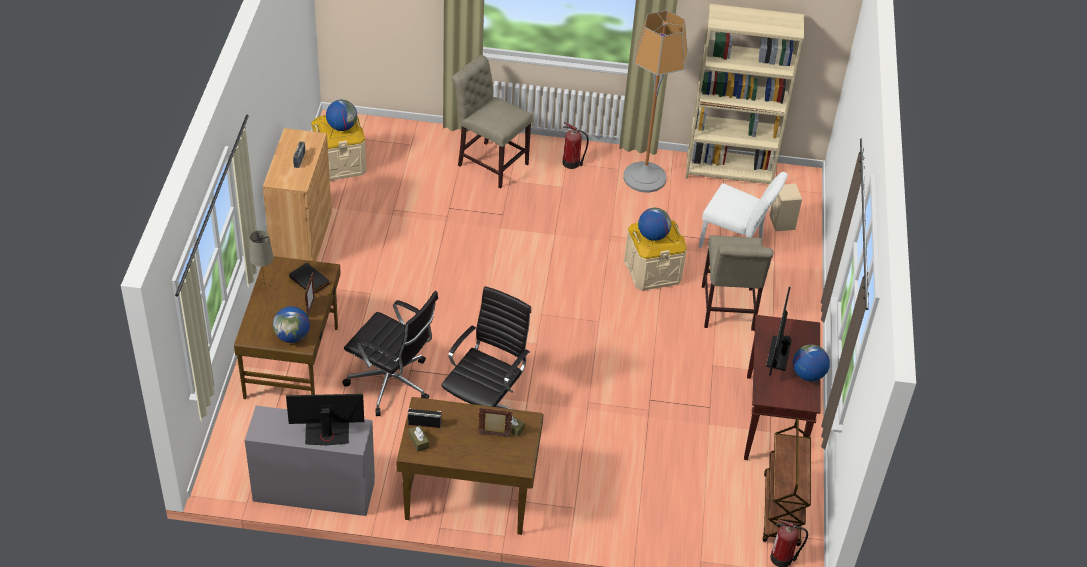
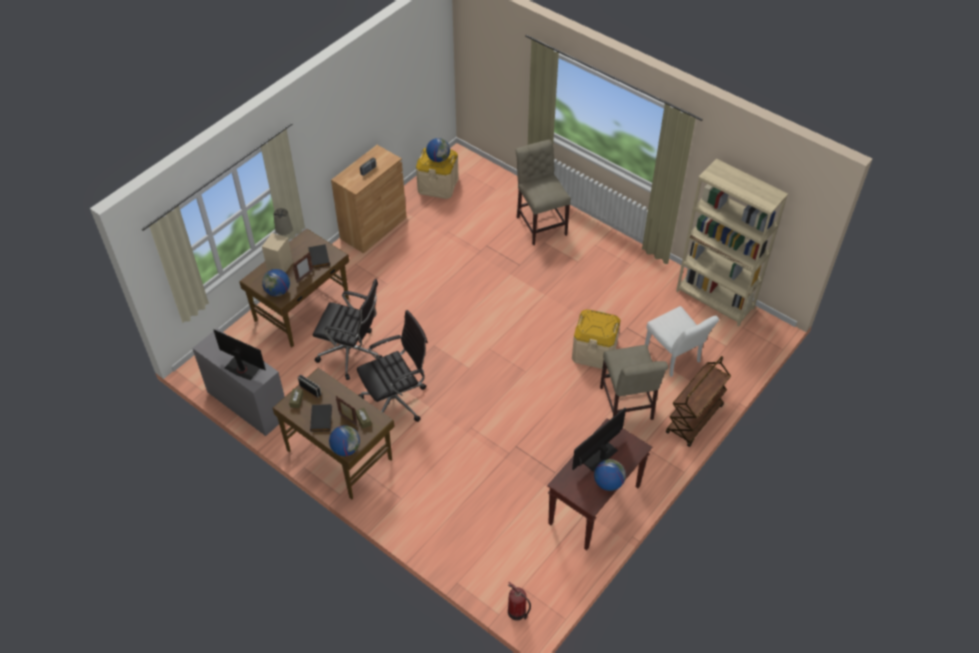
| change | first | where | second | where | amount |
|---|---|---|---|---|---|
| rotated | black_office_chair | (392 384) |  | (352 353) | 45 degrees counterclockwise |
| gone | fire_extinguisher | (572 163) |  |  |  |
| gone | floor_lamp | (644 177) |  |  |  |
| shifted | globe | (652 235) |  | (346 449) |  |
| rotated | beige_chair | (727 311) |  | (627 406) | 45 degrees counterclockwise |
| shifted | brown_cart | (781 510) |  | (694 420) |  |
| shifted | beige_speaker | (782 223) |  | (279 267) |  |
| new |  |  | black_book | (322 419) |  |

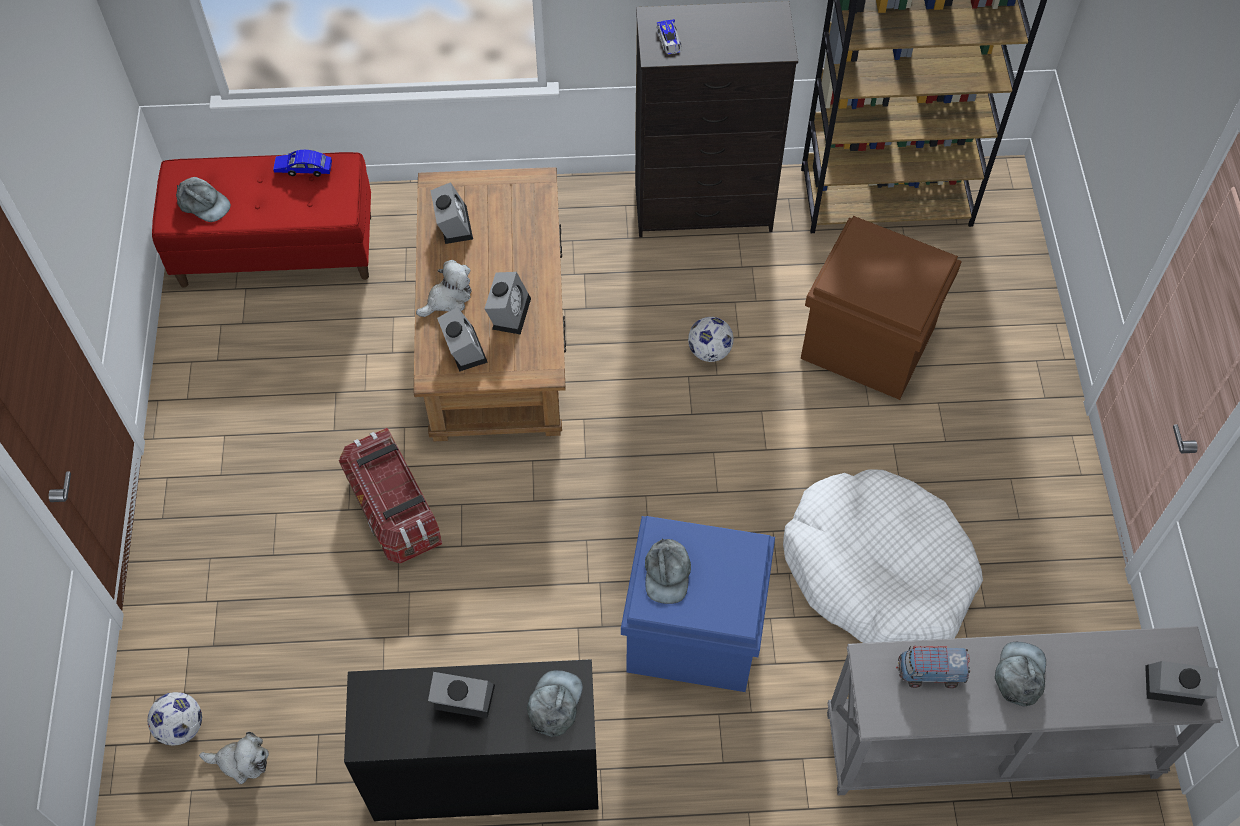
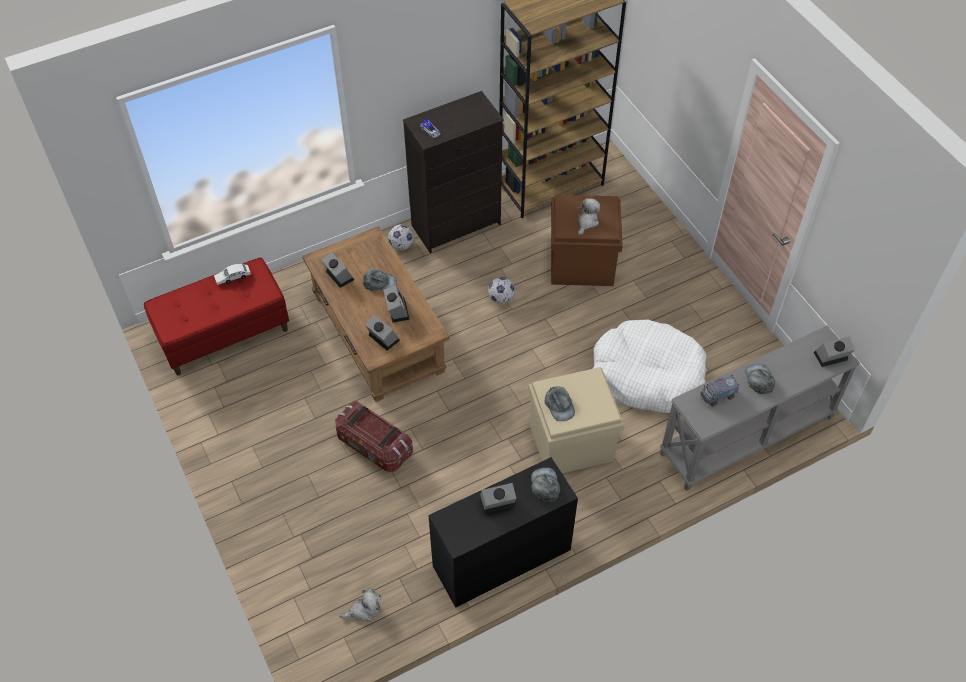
| change | first | where | second | where | amount |
|---|---|---|---|---|---|
| shifted | football | (181 727) |  | (401 245) |  |
| shifted | grey_cap | (203 204) |  | (379 283) |  |
| repainted | blue_toy_car | (303 169) | white_toy_car | (233 277) |  |
| shifted | plush_toy | (448 299) |  | (587 222) |  |
| repainted | blue_storage_box | (692 632) | beige_storage_box | (570 443) |  |

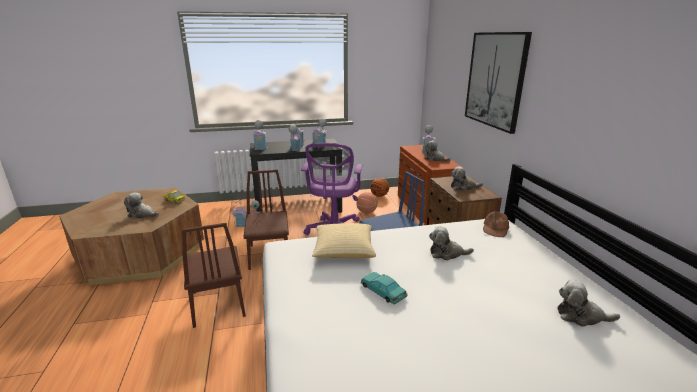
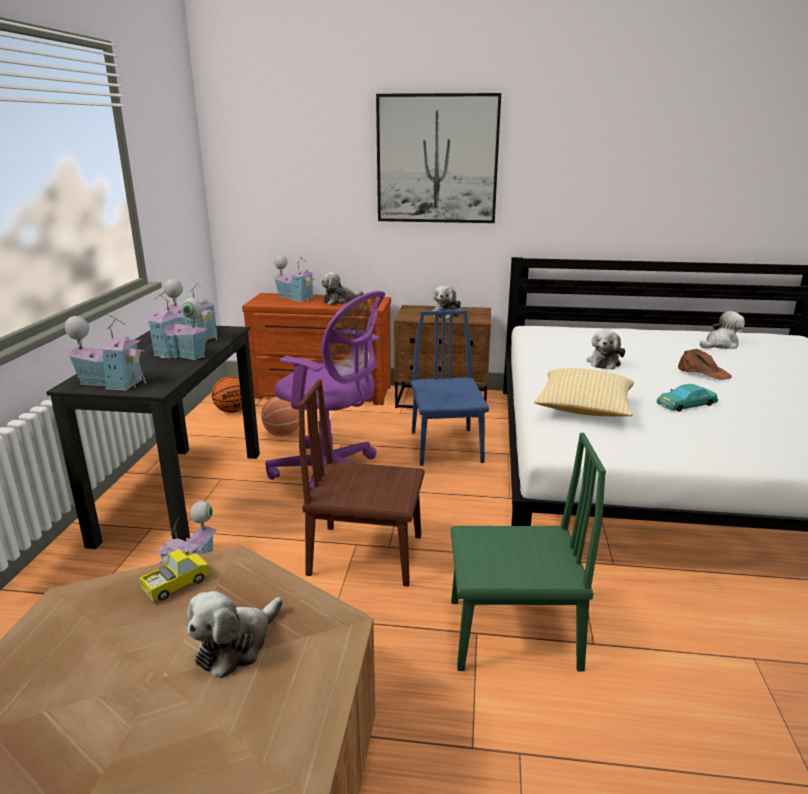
| change | first | where | second | where | amount |
|---|---|---|---|---|---|
| repainted | brown_chair | (218 303) | green_chair | (512 634) |  |
| shifted | brown_cap | (495 229) |  | (703 372) |  |
| rotated | plush_toy | (581 316) |  | (720 345) | 150 degrees counterclockwise |

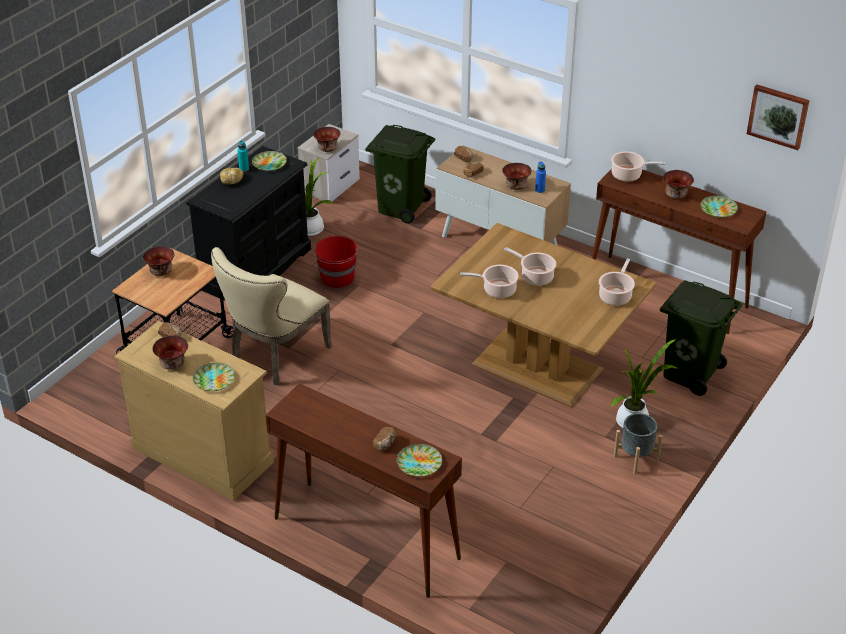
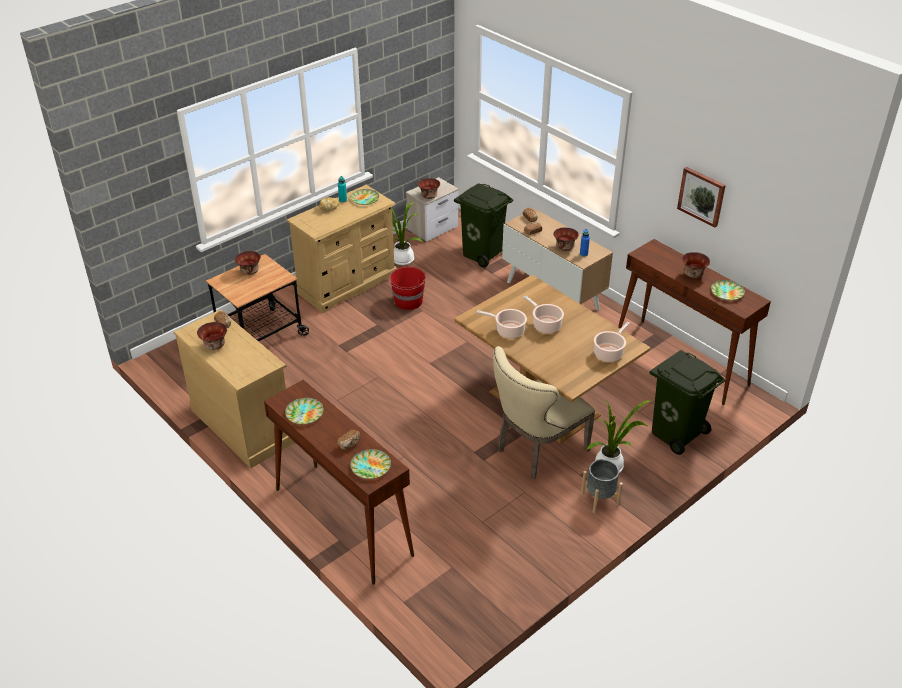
| change | first | where | second | where | amount |
|---|---|---|---|---|---|
| repainted | black_dresser | (256 269) | beige_dresser | (347 284) |  |
| shifted | plate | (213 379) |  | (304 413) |  |
| shifted | beige_chair | (275 357) |  | (537 451) |  |
| gone | cooking_pot | (628 175) |  |  |  |
| shifted | picture | (778 116) |  | (702 196) |  |

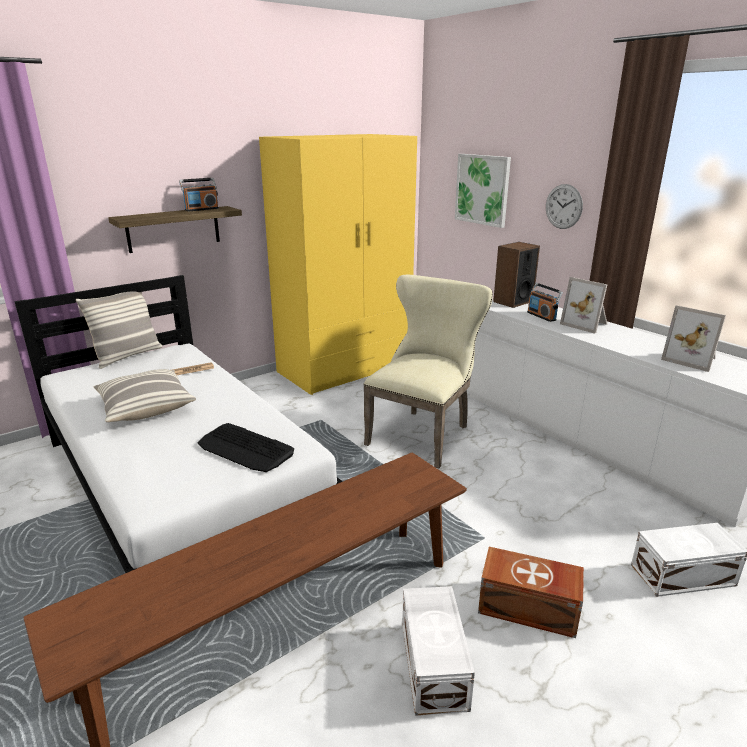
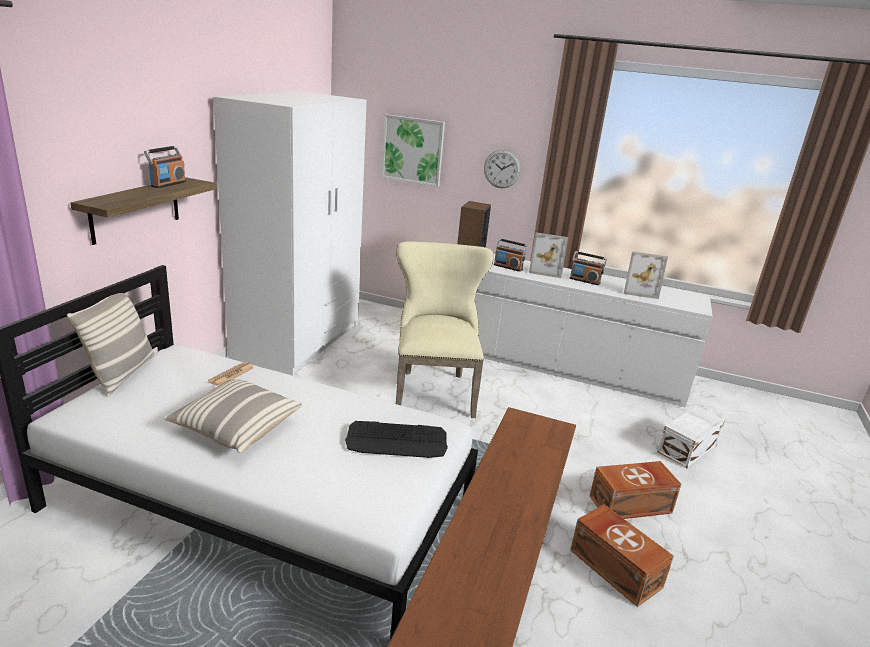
| change | first | where | second | where | amount |
|---|---|---|---|---|---|
| repainted | yellow_wardrobe | (345 368) | white_wardrobe | (298 340) |  |
| repainted | white_storage_box | (435 663) | brown_storage_box | (615 567) |  |
| new |  |  | radio | (584 281) |  |

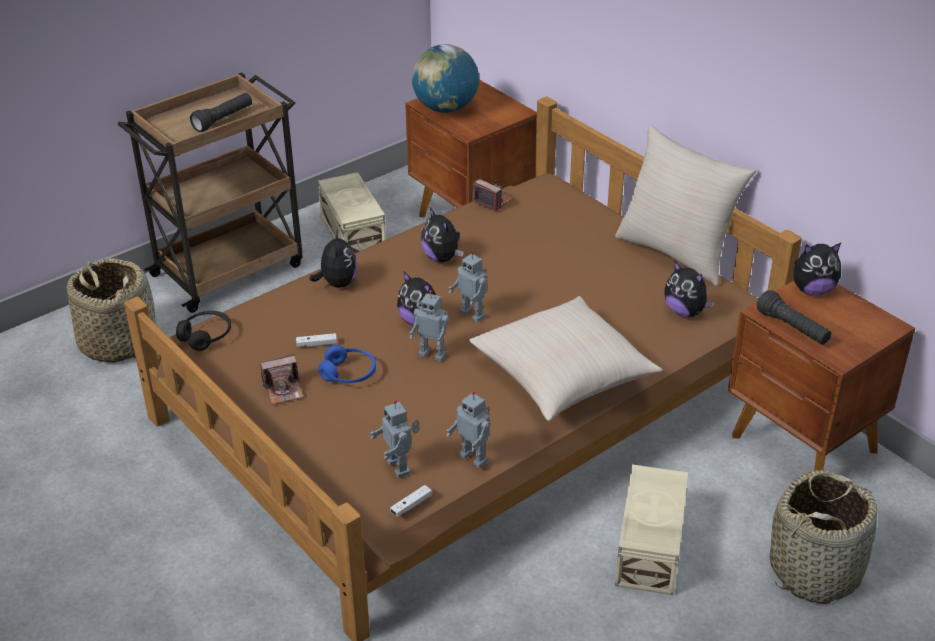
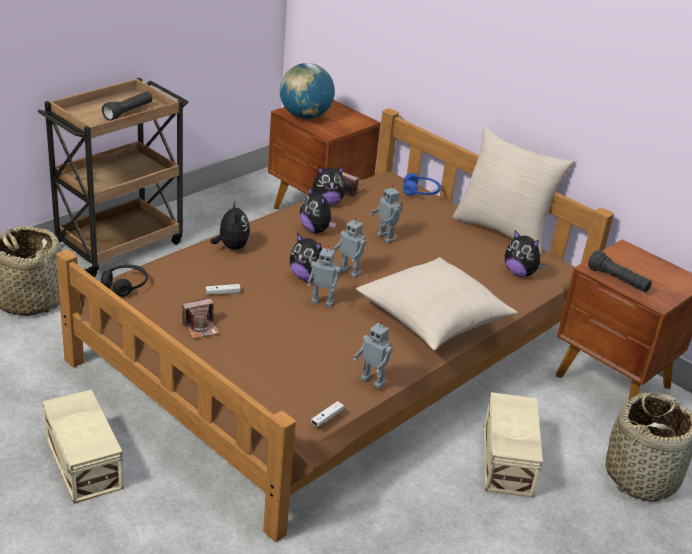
| change | first | where | second | where | amount |
|---|---|---|---|---|---|
| shifted | beige_storage_box | (354 231) |  | (85 461) |  |
| shifted | blue_headphones | (349 373) |  | (421 192) |  |
| shifted | toy_robot | (400 467) |  | (386 238) |  |
| shifted | plush_toy | (812 290) |  | (327 202) |  |

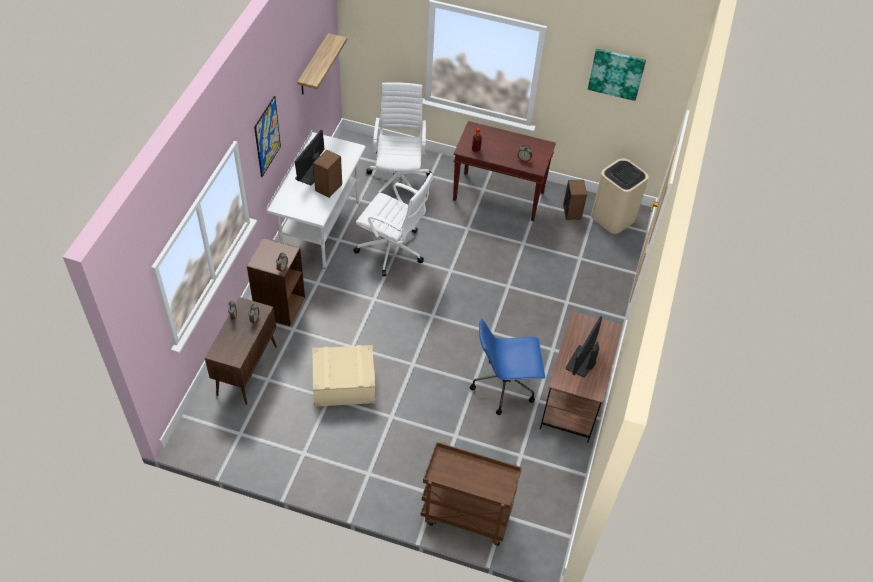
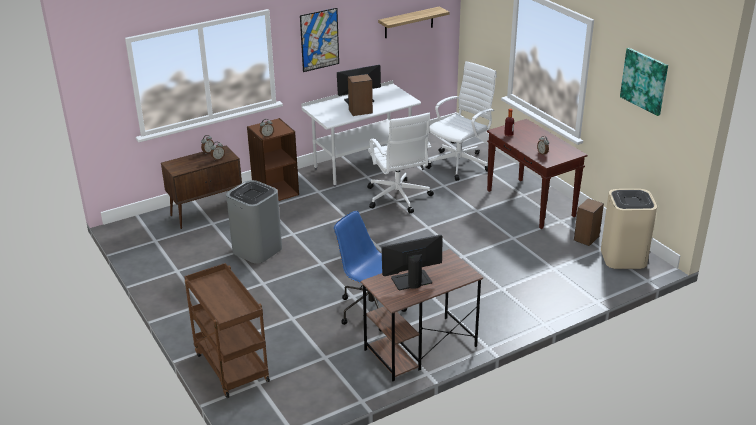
| change | first | where | second | where | amount |
|---|---|---|---|---|---|
| swapped | beige_storage_box | (344 384) | grey_trash_can | (256 250) |  |

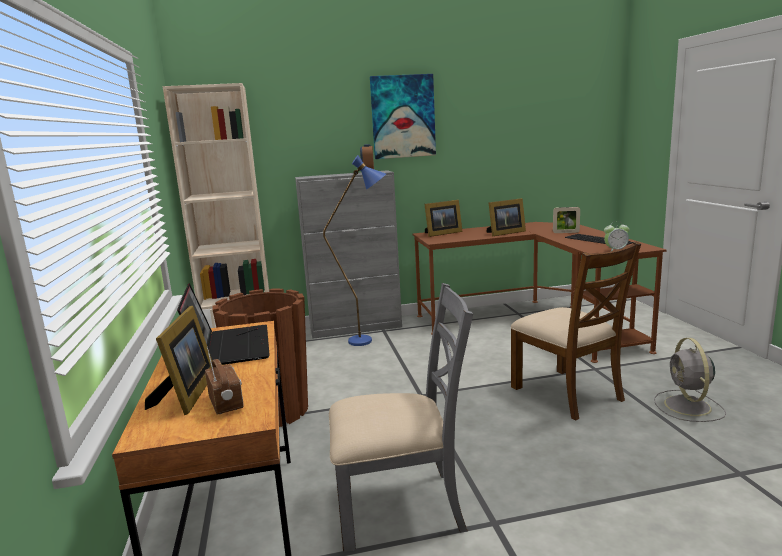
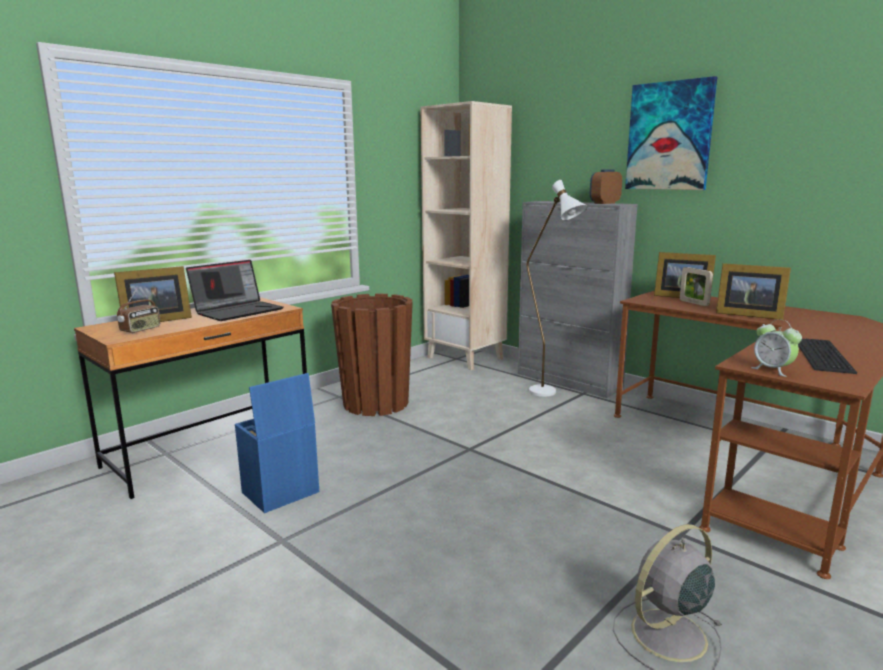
| change | first | where | second | where | amount |
|---|---|---|---|---|---|
| repainted | blue_floor_lamp | (369 340) | white_floor_lamp | (550 394) |  |
| swapped | grey_chair | (401 507) | blue_storage_box | (279 493) |  |
| gone | brown_chair | (568 393) |  |  |  |
| shifted | picture_frame | (566 232) |  | (694 303) |  |

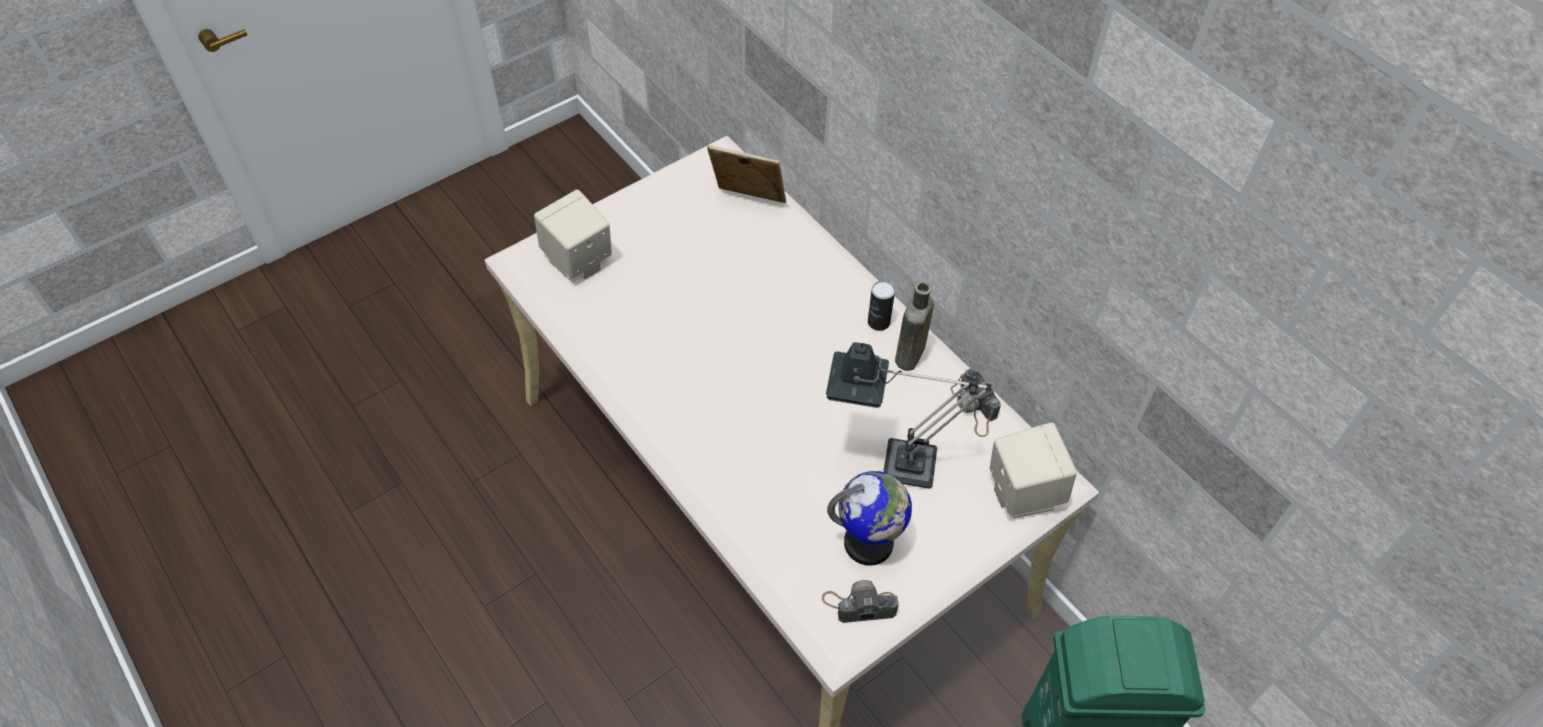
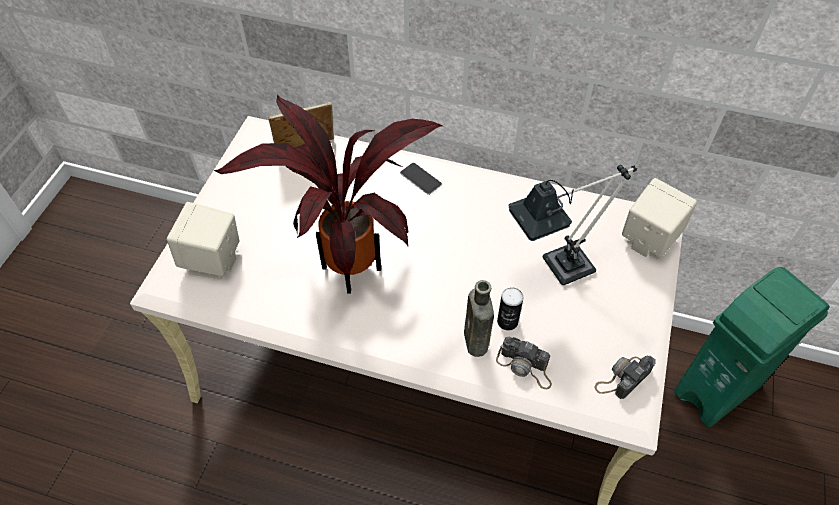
| change | first | where | second | where | amount |
|---|---|---|---|---|---|
| gone | globe | (869 543) |  |  |  |
| shifted | can | (878 322) |  | (507 321) |  |
| shifted | brown_bottle | (909 358) |  | (476 343) |  |
| shifted | photo_camera | (974 408) |  | (525 367) |  |
| new |  |  | potted_plant | (350 263) |  |
| new |  |  | phone | (420 178) |  |

